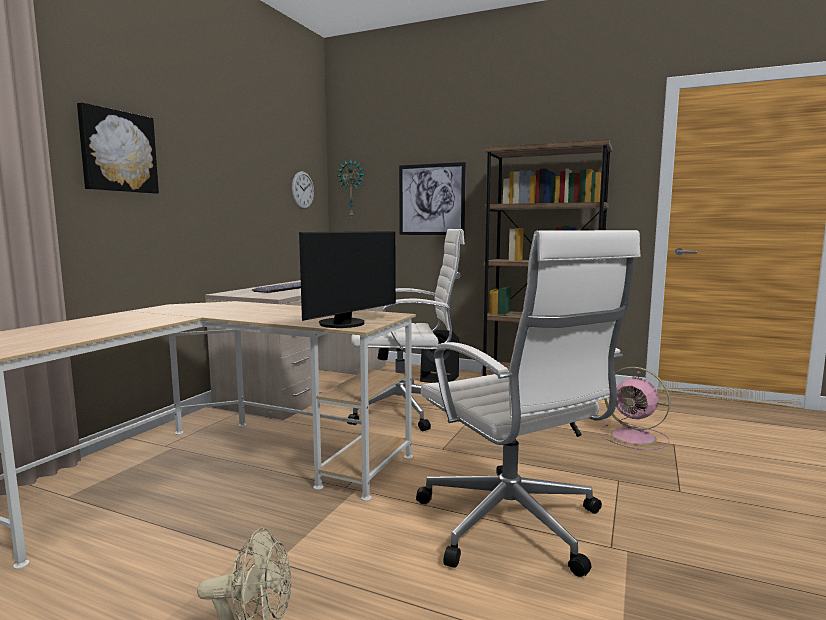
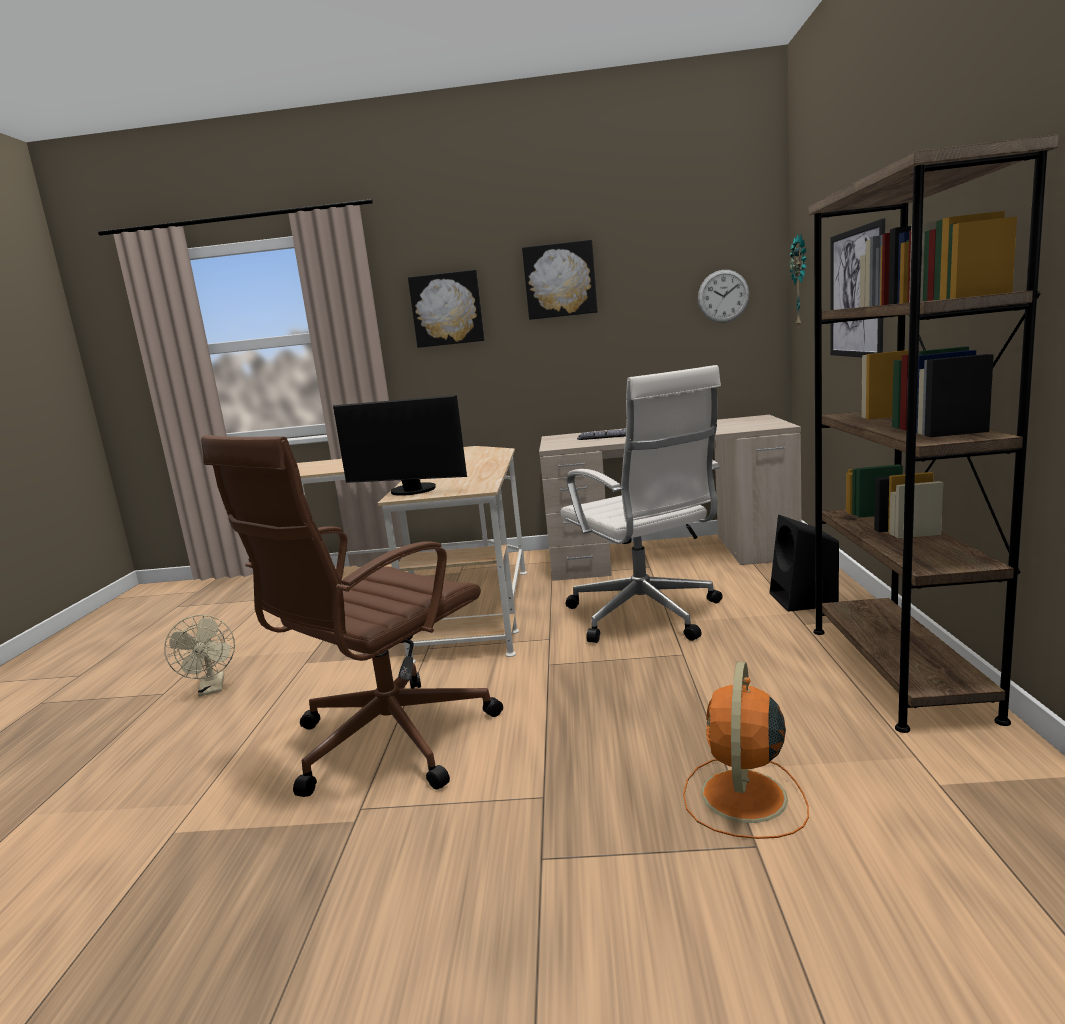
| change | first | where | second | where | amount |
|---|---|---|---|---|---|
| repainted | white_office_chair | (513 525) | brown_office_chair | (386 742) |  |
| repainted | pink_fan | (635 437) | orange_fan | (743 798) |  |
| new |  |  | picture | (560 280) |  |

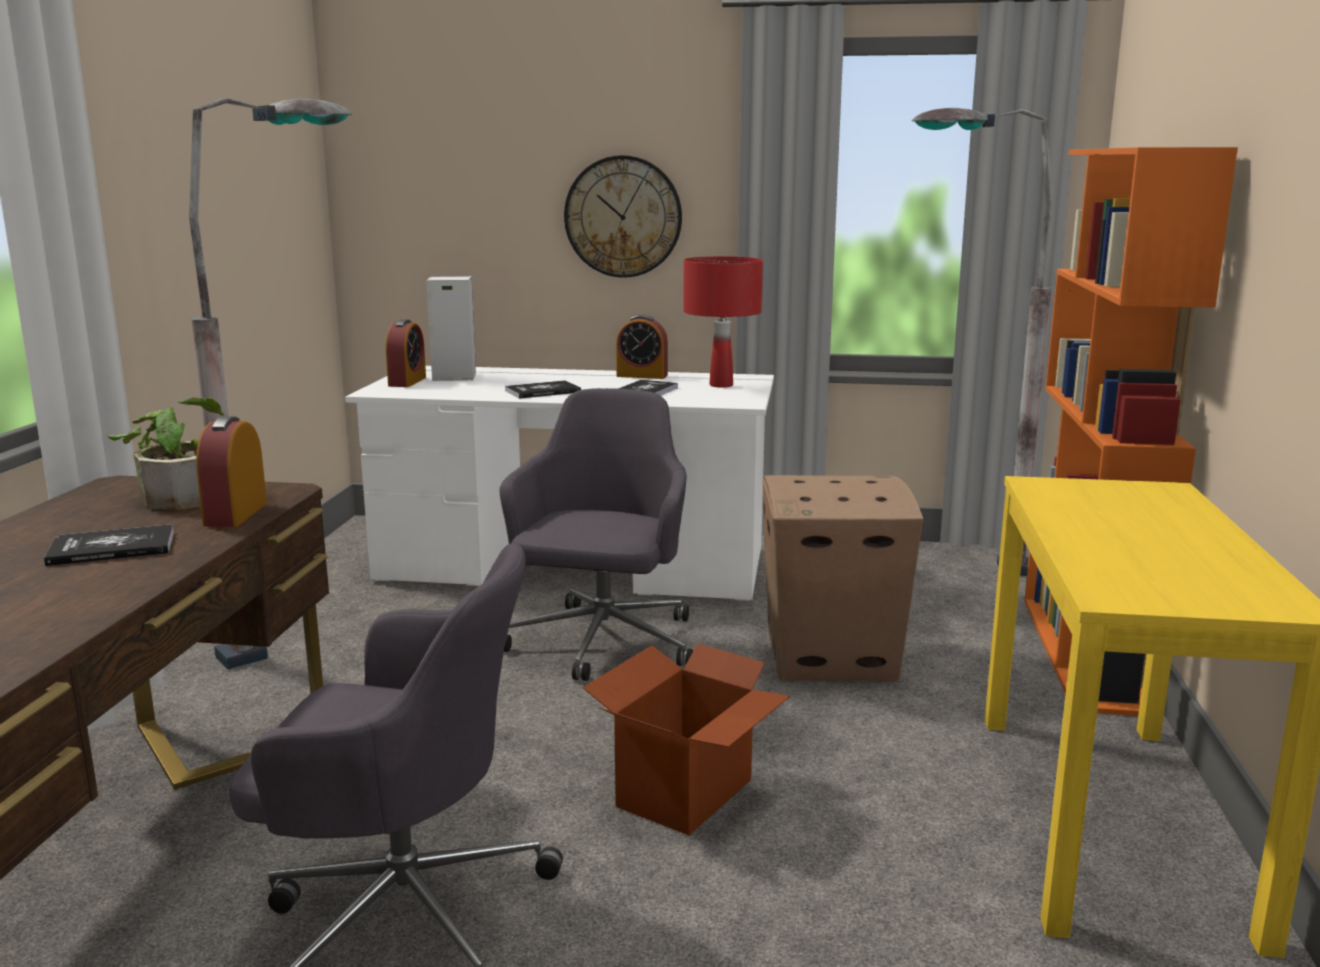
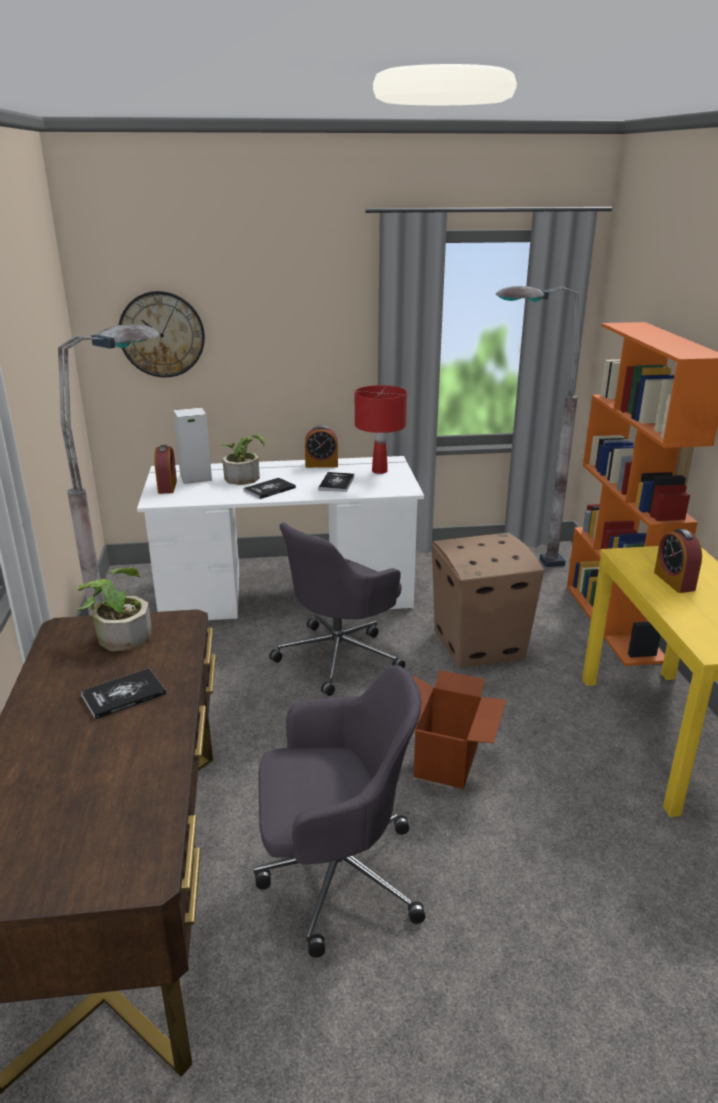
| change | first | where | second | where | amount |
|---|---|---|---|---|---|
| shifted | alarm_clock | (236 514) |  | (674 581) |  |
| rotated | grey_office_chair | (601 644) |  | (340 656) | 135 degrees counterclockwise |
| shifted | wall_clock | (623 217) |  | (162 334) |  |
| new |  |  | potted_plant | (244 476) |  |

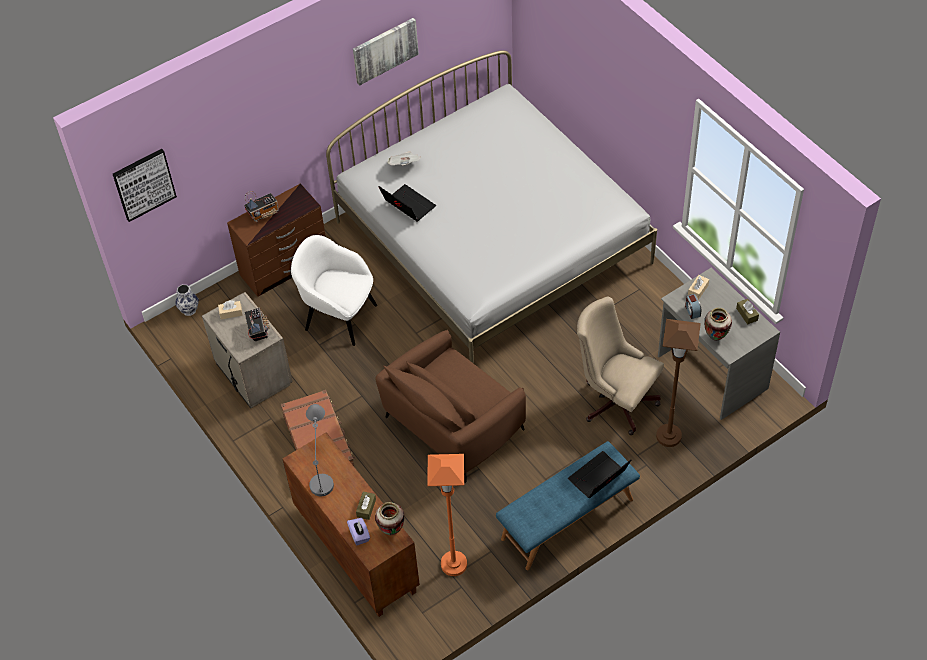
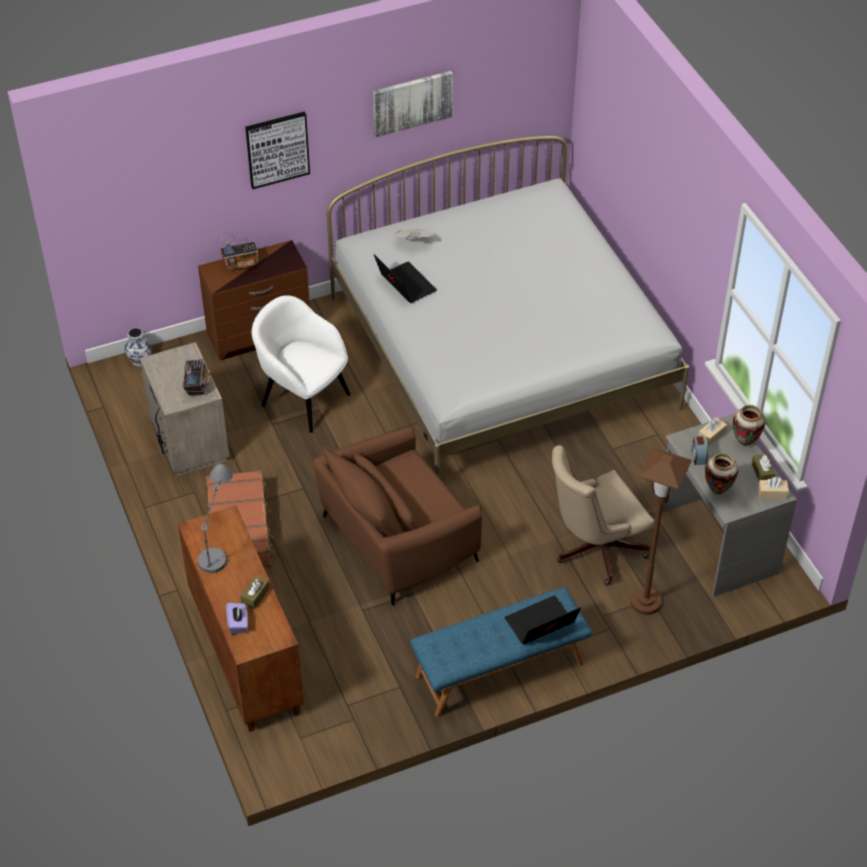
| change | first | where | second | where | amount |
|---|---|---|---|---|---|
| shifted | picture | (144 184) |  | (277 149) |  |
| shifted | beige_tissue_box | (231 313) |  | (772 493) |  |
| shifted | vase | (392 530) |  | (745 442) |  |
| gone | orange_floor_lamp | (453 564) |  |  |  |
| rotated | beige_office_chair | (615 400) |  | (594 550) | 75 degrees counterclockwise |

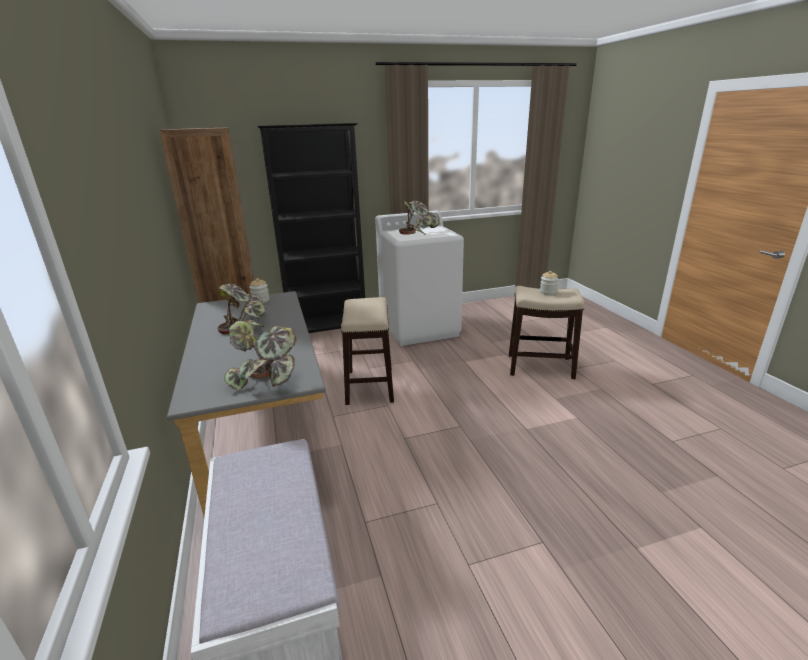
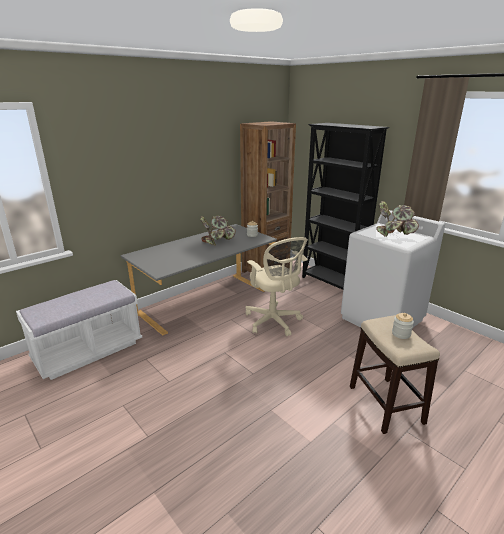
| change | first | where | second | where | amount |
|---|---|---|---|---|---|
| gone | potted_plant | (267 380) |  |  |  |
| swapped | stool | (370 386) | beige_office_chair | (274 322) |  |

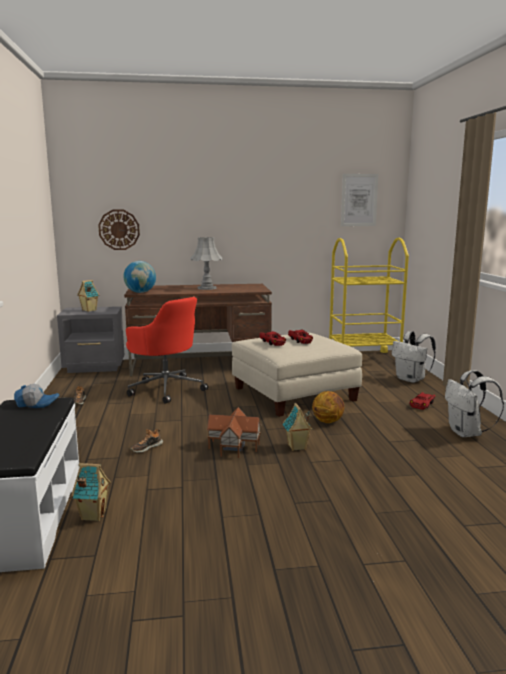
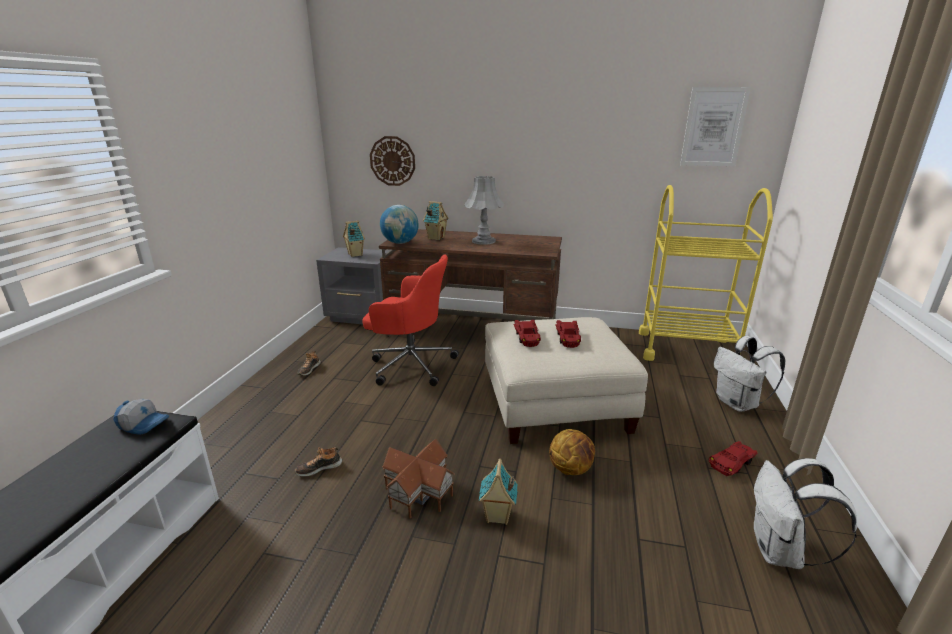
| change | first | where | second | where | amount |
|---|---|---|---|---|---|
| shifted | toy_house | (93 515) |  | (436 238) |  |
| rotated | red_office_chair | (166 389) |  | (410 364) | 45 degrees counterclockwise |

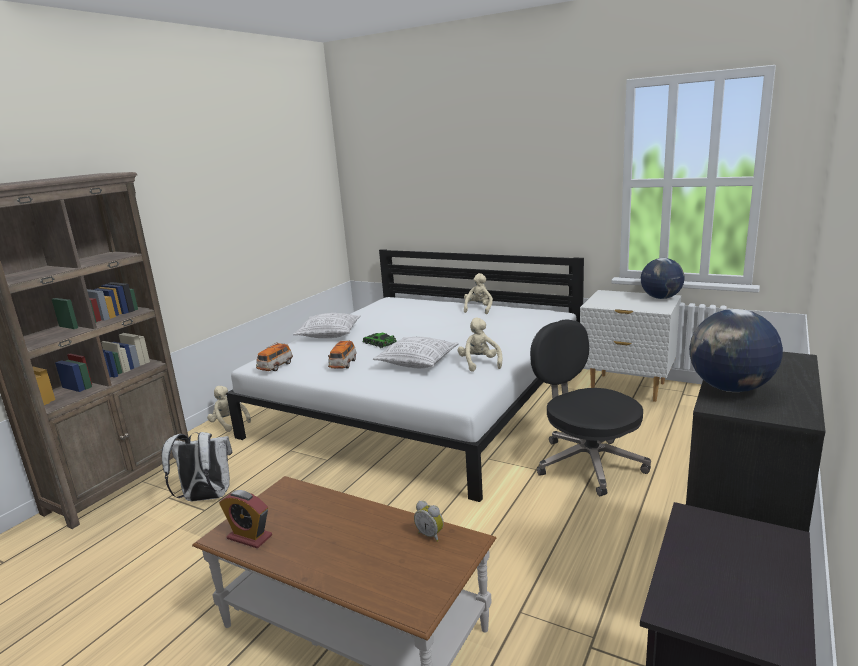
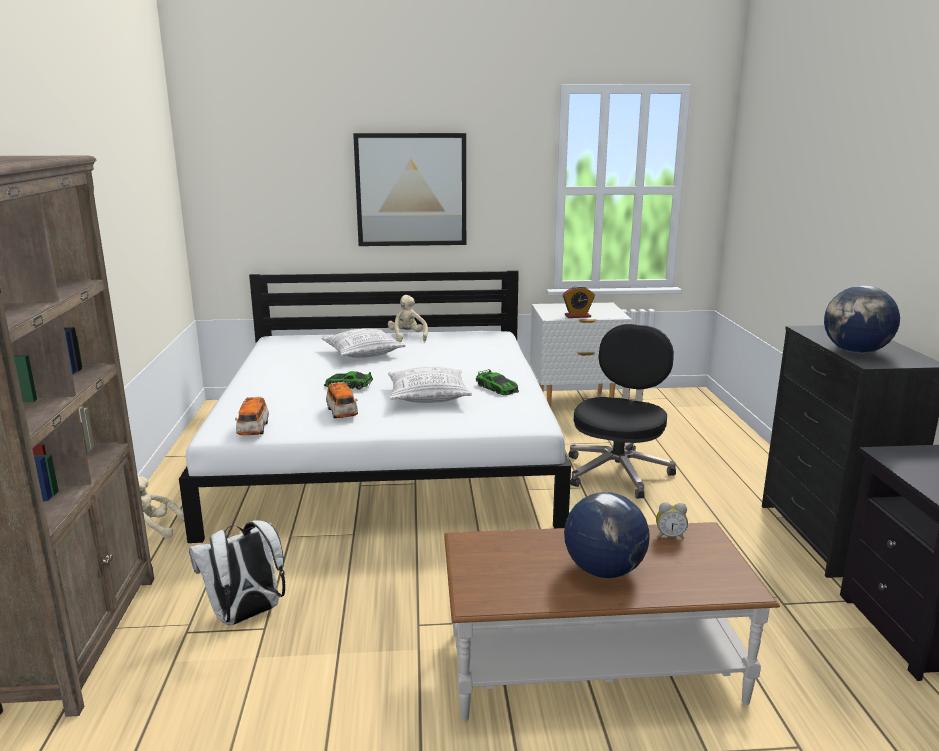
| change | first | where | second | where | amount |
|---|---|---|---|---|---|
| shifted | alarm_clock | (249 537) |  | (577 316) |  |
| shifted | pillow | (329 334) |  | (363 353) |  |
| swapped | beige_plush_toy | (479 363) | toy_car | (497 388) |  |
| rotated | black_office_chair | (587 463) |  | (618 471) | 90 degrees clockwise |
| shifted | globe | (661 298) |  | (604 570) |  |
| new |  |  | picture | (411 190) |  |

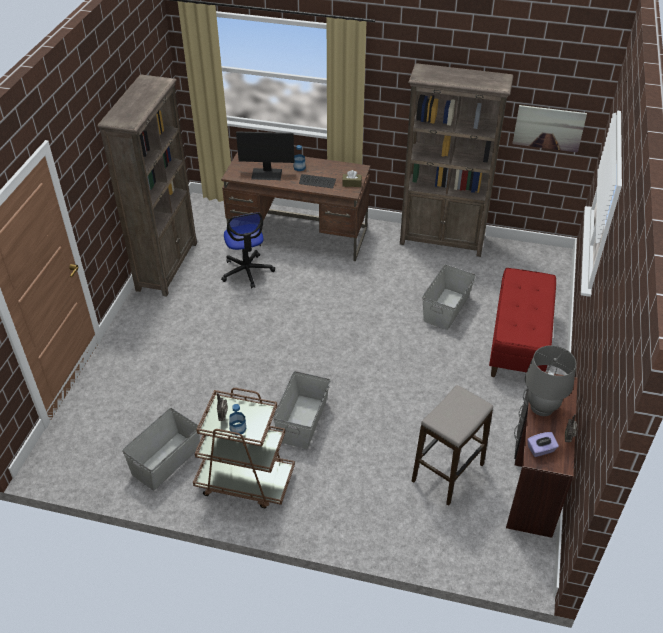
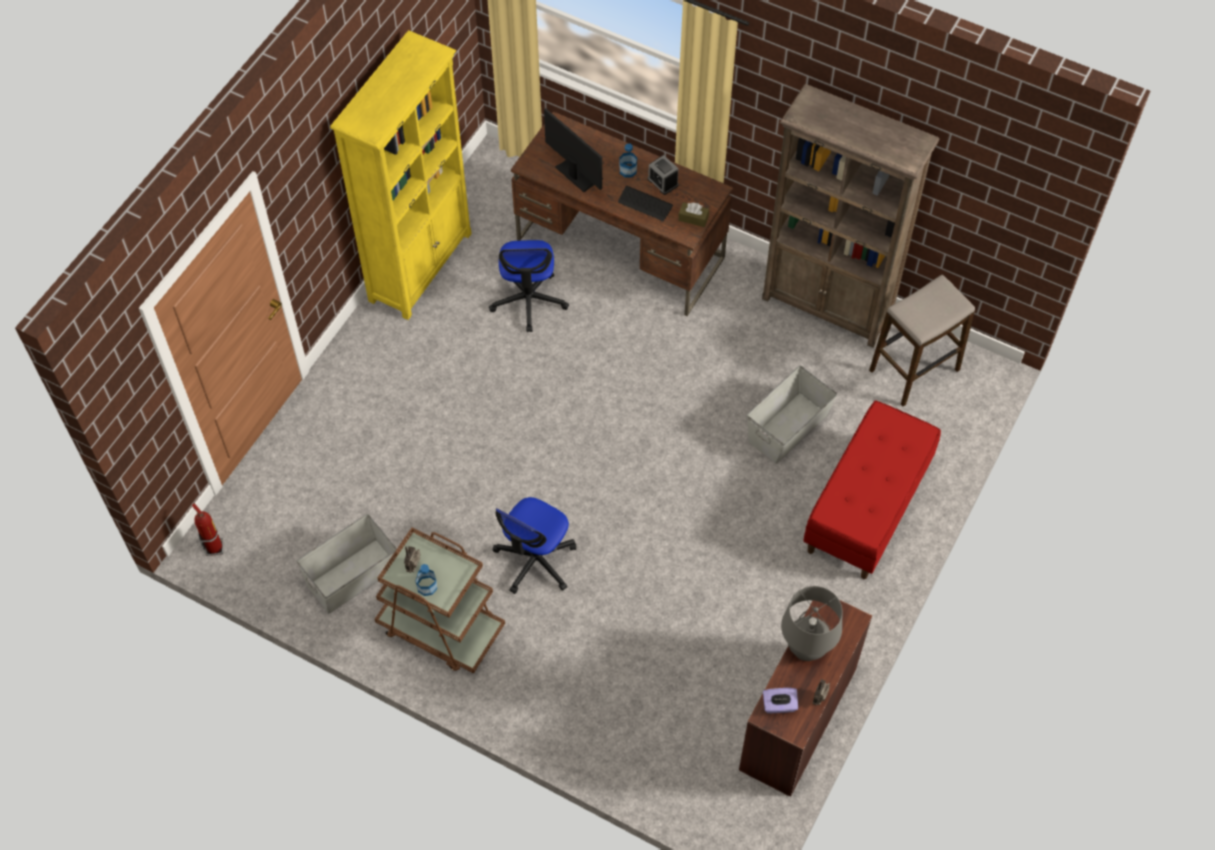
| change | first | where | second | where | amount |
|---|---|---|---|---|---|
| repainted | brown_bookcase | (167 266) | yellow_bookcase | (421 266) |  |
| rotated | monitor | (267 174) |  | (577 173) | 150 degrees counterclockwise |
| swapped | grey_storage_box | (302 421) | office_chair | (535 560) |  |
| shifted | stool | (447 473) |  | (914 370) |  |
| gone | picture | (548 128) |  |  |  |
| new |  |  | fire_extinguisher | (214 547) |  |
| new |  |  | alarm_clock | (662 182) |  |

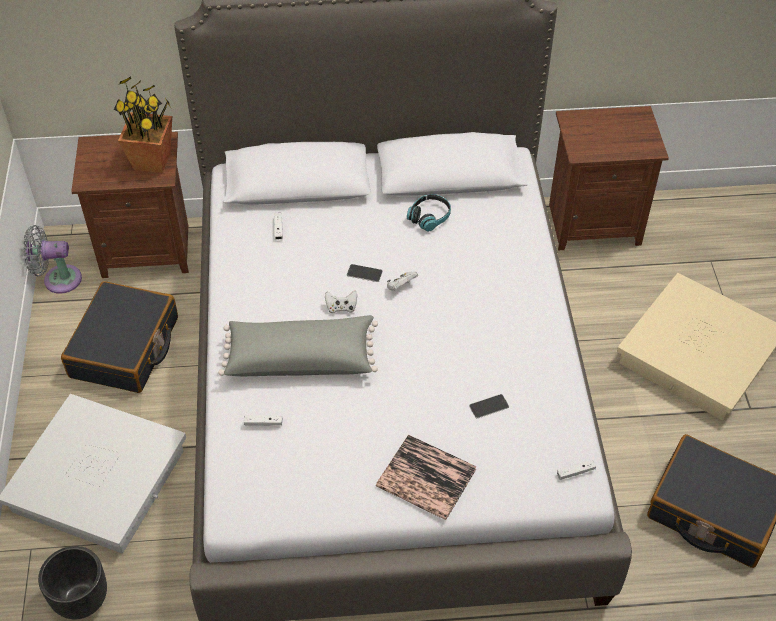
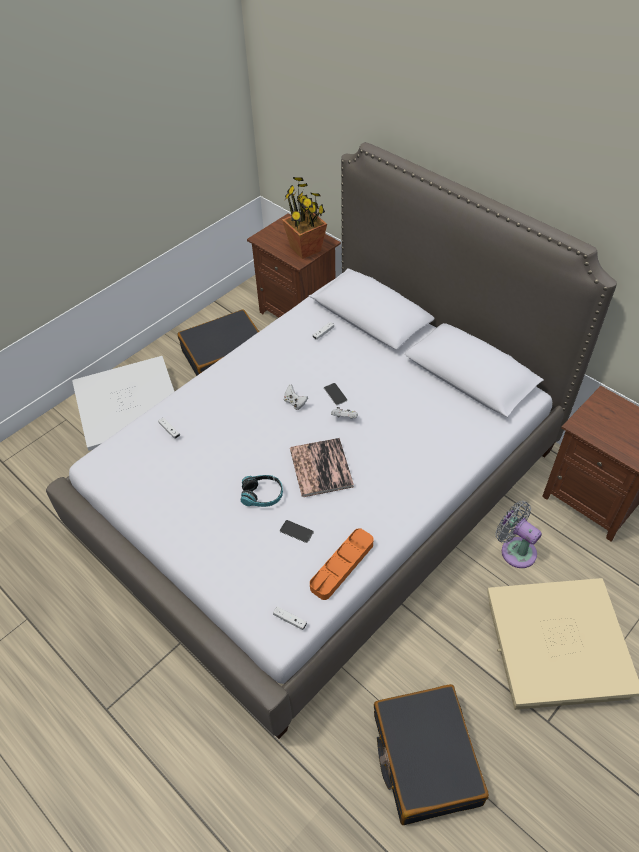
| change | first | where | second | where | amount |
|---|---|---|---|---|---|
| shifted | grey_fan | (58 279) |  | (515 550) |  |
| gone | black_planter | (81 599) |  |  |  |
| gone | grey_pillow | (300 358) |  |  |  |
| shifted | book | (426 478) |  | (321 468) |  |
| shifted | headphones | (429 217) |  | (262 495) |  |
| new |  |  | orange_tray | (342 566) |  |

